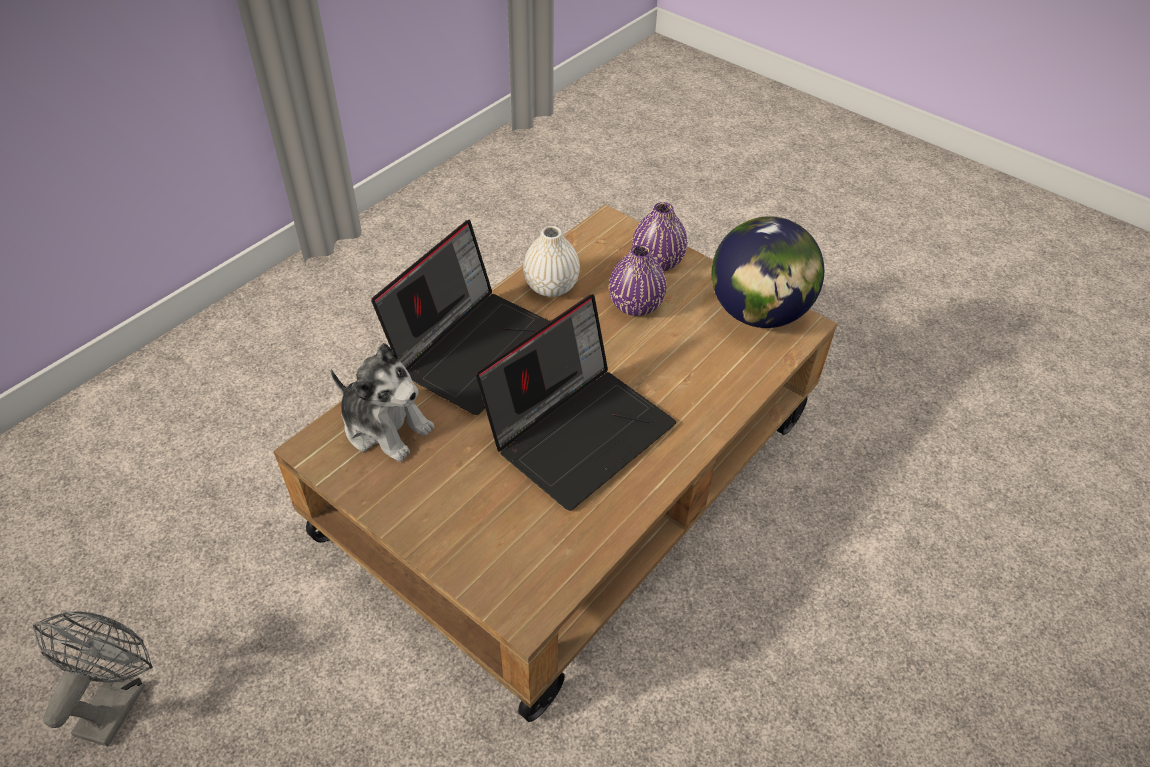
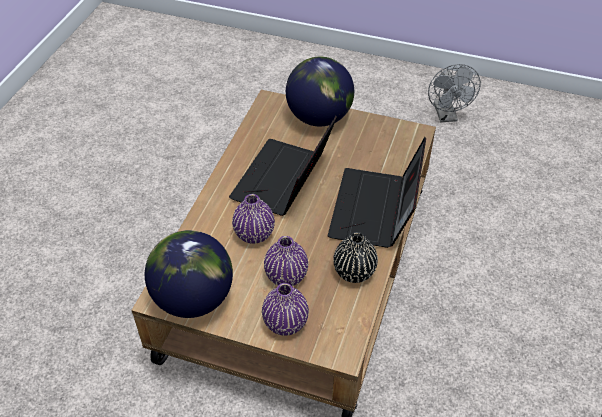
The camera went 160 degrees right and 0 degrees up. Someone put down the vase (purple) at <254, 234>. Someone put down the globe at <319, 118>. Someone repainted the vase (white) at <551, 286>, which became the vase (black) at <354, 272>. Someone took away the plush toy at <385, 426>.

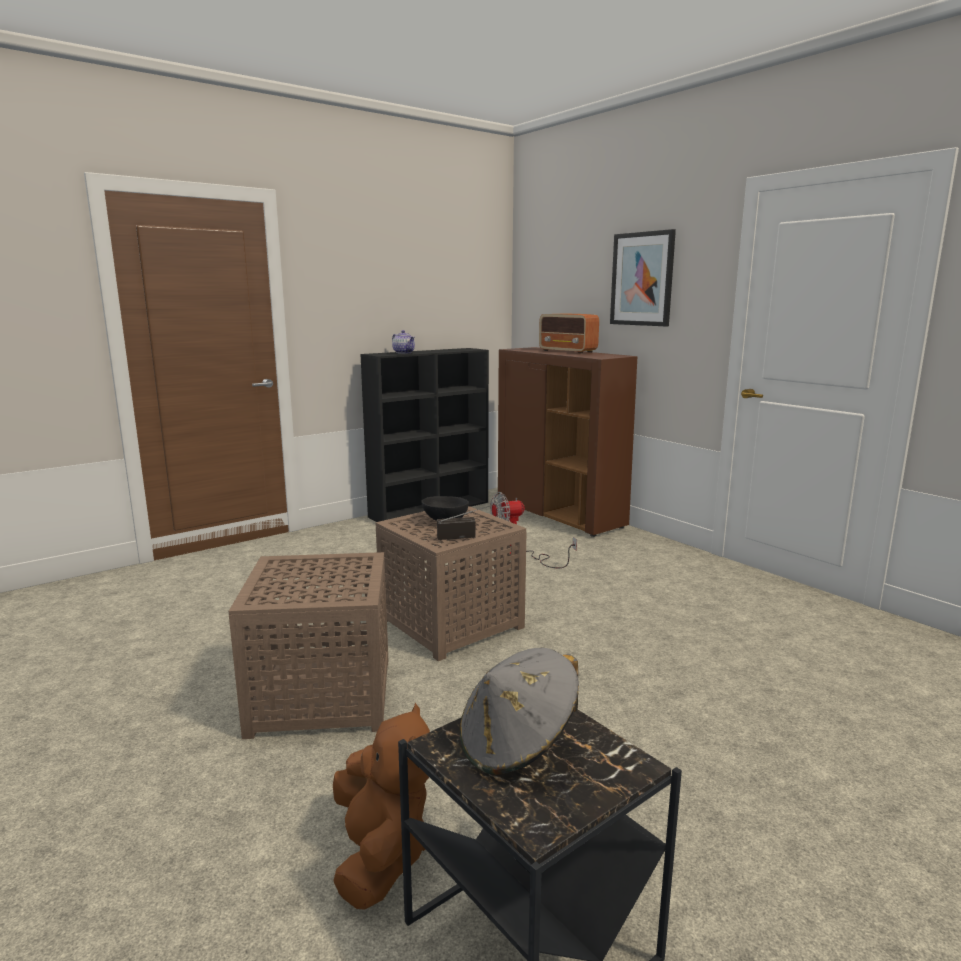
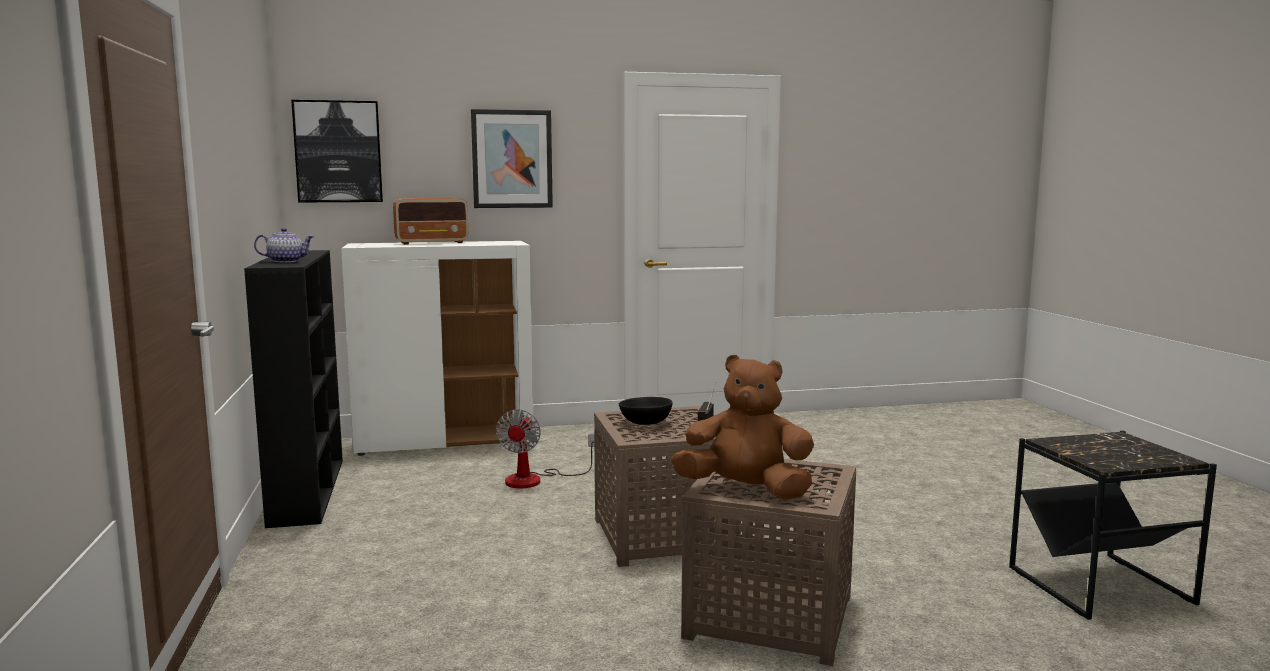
The camera went 65 degrees left and 5 degrees down. Someone put up the picture at <338, 152>. Someone repainted the cabinet (brown) at <560, 515>, which became the cabinet (white) at <446, 442>. Someone carried the plush toy (brown) from <380, 855> to <745, 491>. Someone took away the hat (grey) at <517, 744>.

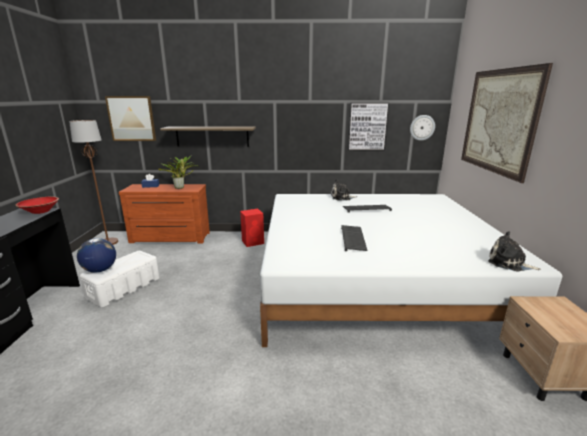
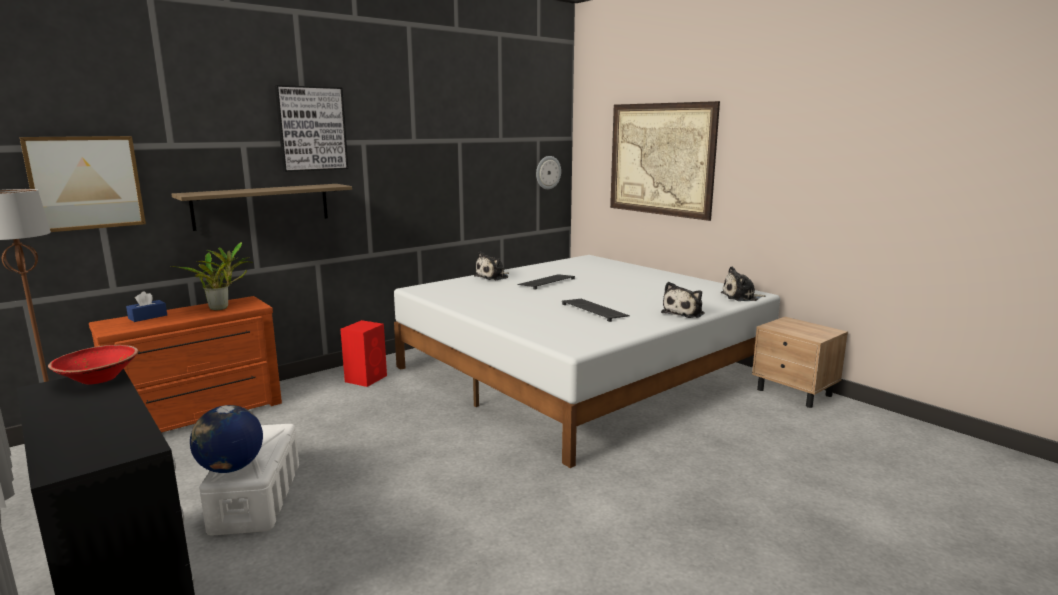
The camera went 40 degrees left and 5 degrees down. Someone carried the picture from <367, 126> to <312, 128>. Someone put down the plush toy at <684, 313>.

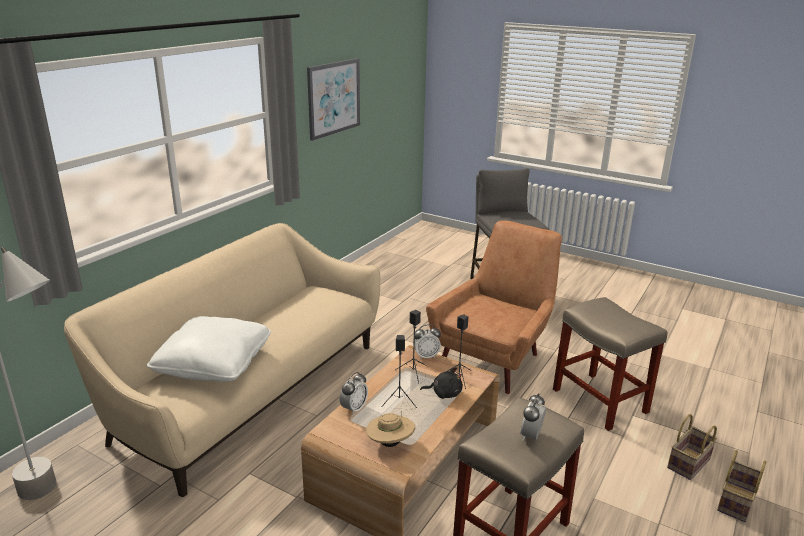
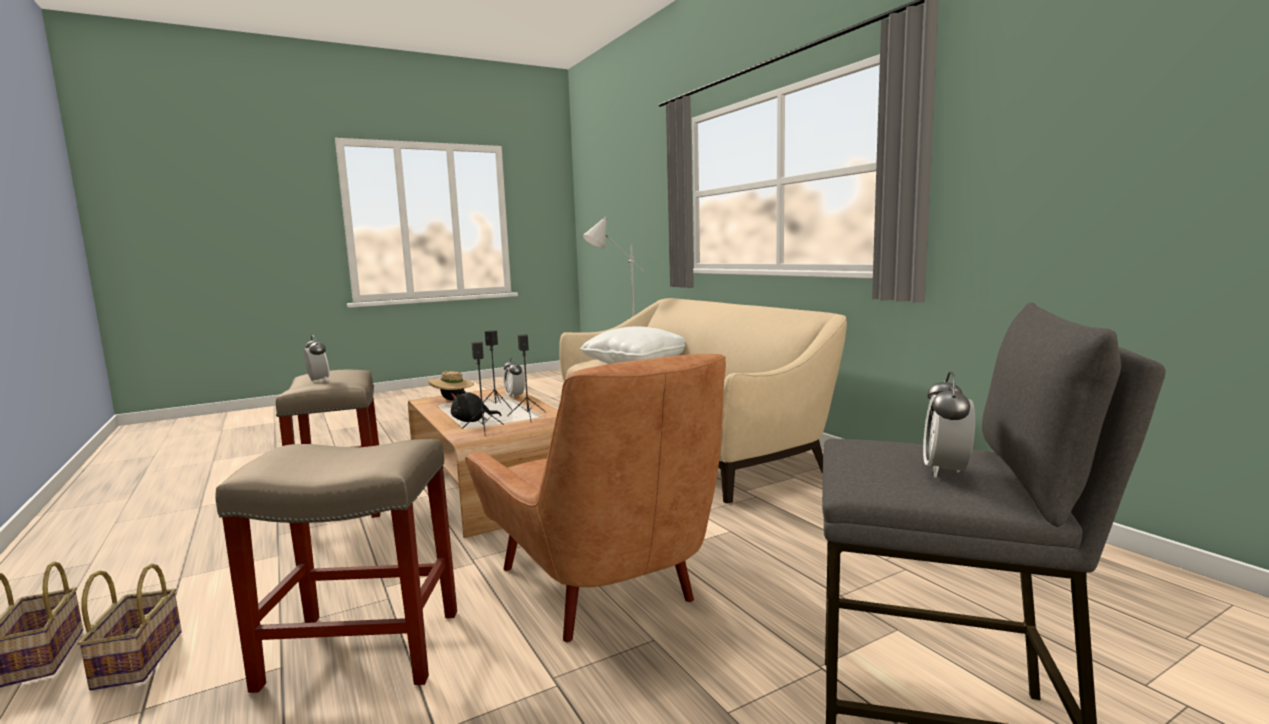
The camera went 120 degrees right and 15 degrees down. Someone rotated the plush toy (black) at <444, 393> by 45 degrees clockwise. Someone carried the alarm clock from <426, 356> to <945, 471>. Someone took away the picture at <334, 98>.

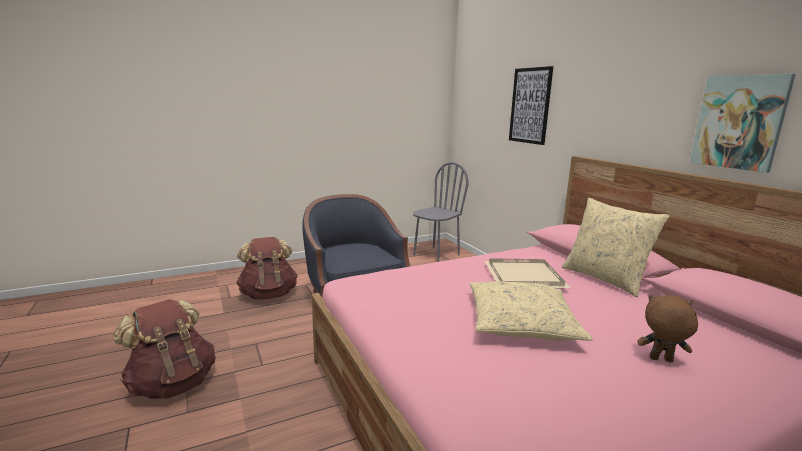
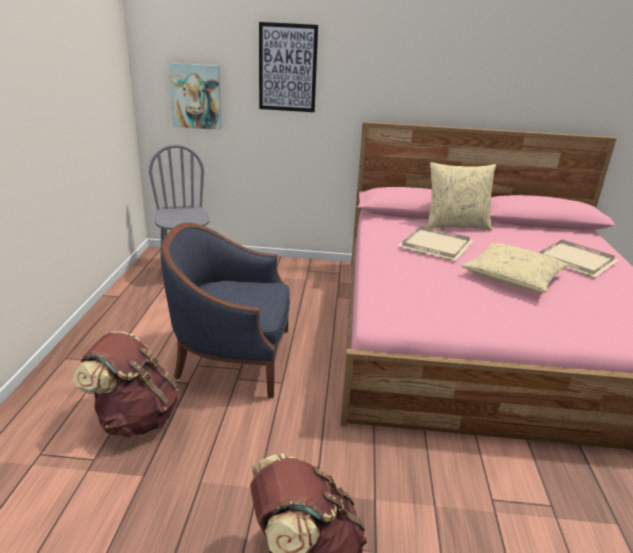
The camera went 60 degrees left and 10 degrees up. Someone carried the picture from <739, 122> to <196, 96>. Someone swapped the plush toy (brown) at <660, 360> for the tray (beige) at <576, 261>.

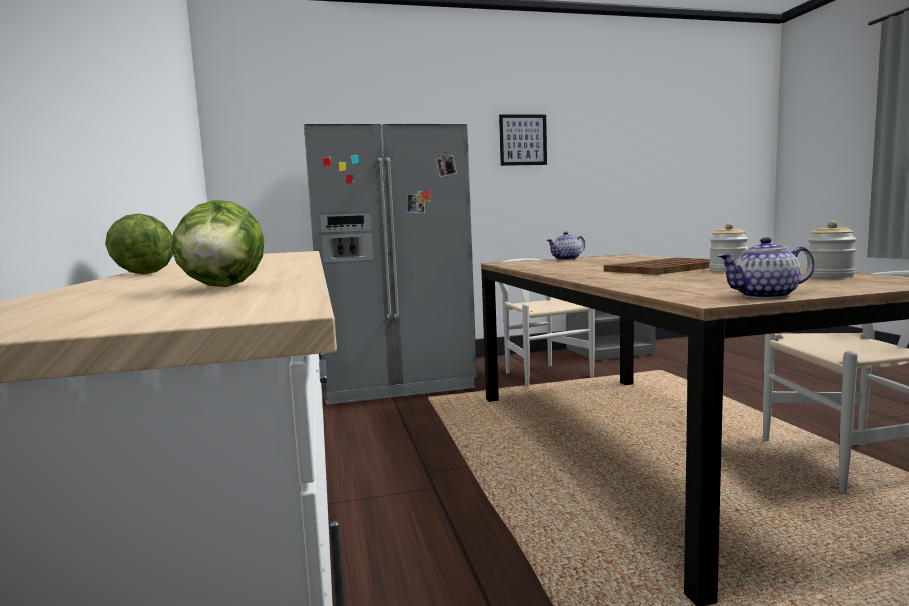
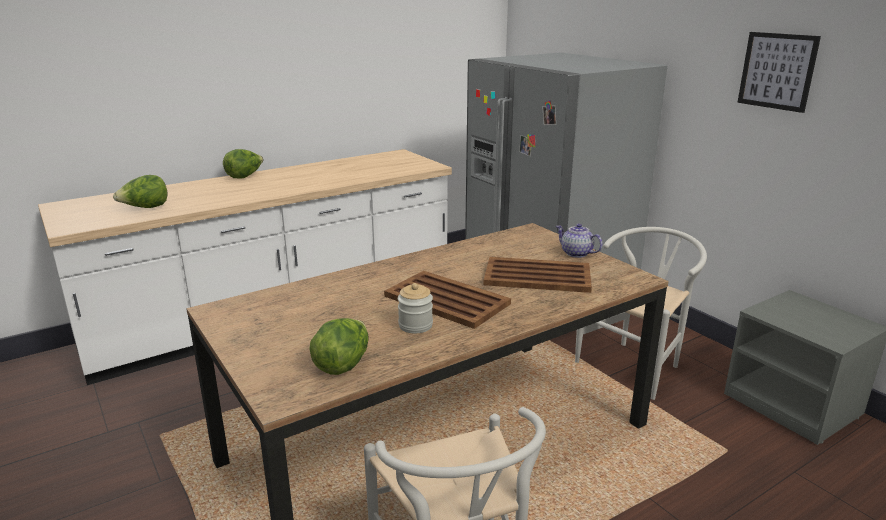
The camera went 70 degrees right and 15 degrees up. Someone swapped the jar at <829, 276> for the lettuce at <343, 364>. Someone put down the tray (brown) at <536, 276>. Someone took away the teapot at <764, 296>.

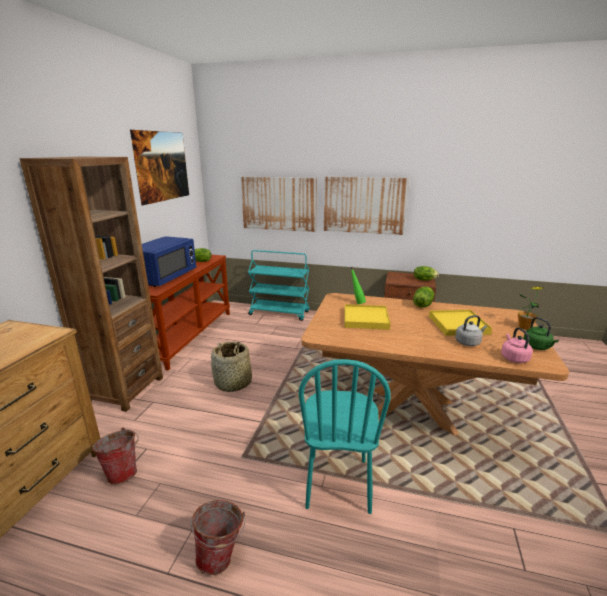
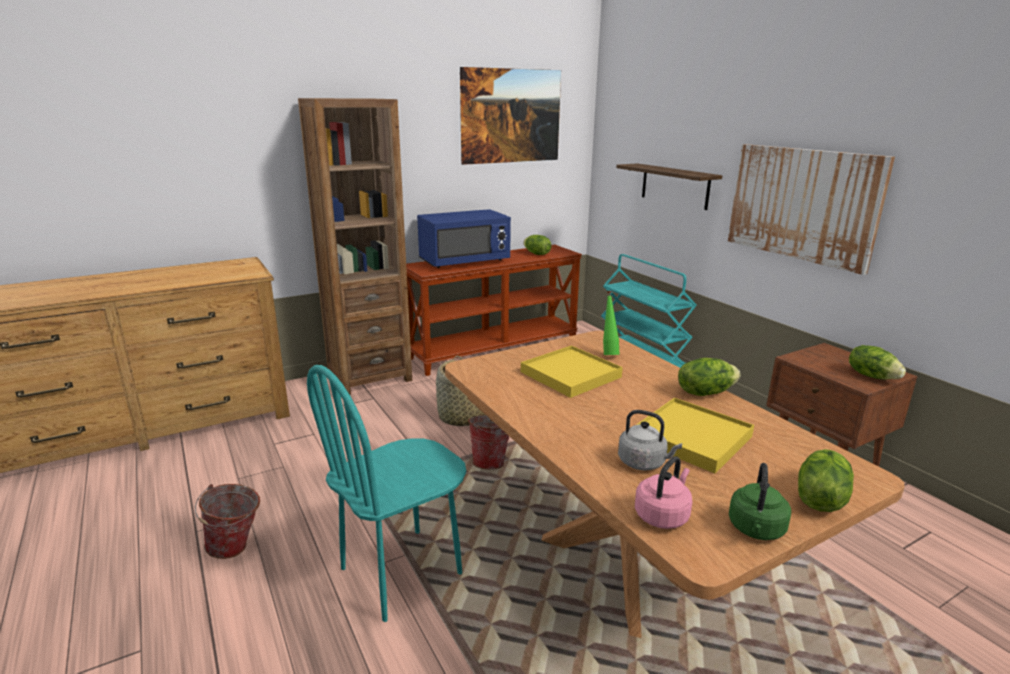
The camera went 45 degrees right and 0 degrees up. Someone carried the bucket from <122, 472> to <491, 462>. Someone swapped the picture at <279, 204> for the shelf at <674, 186>. Someone swapped the potted plant at <524, 327> for the lettuce at <819, 498>.

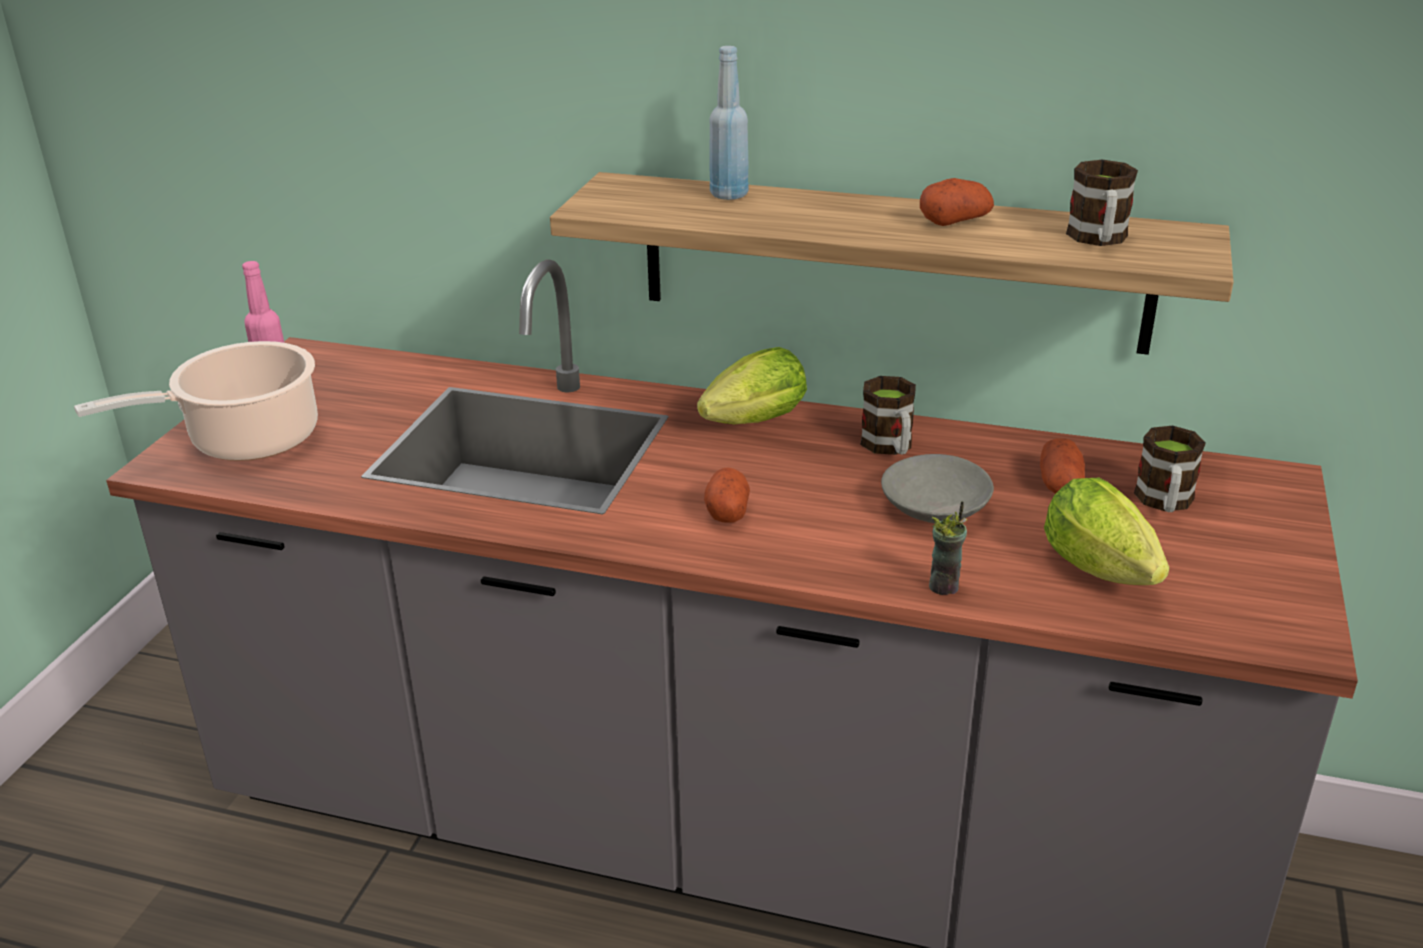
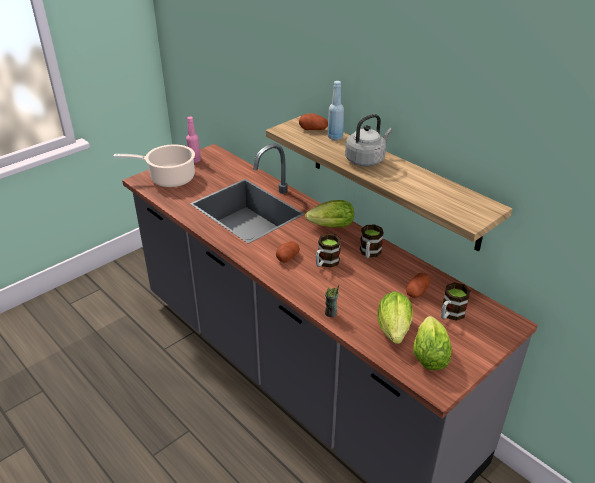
The camera went 30 degrees right and 5 degrees up. Someone carried the potato from <955, 221> to <313, 129>. Someone carried the mug from <1098, 239> to <325, 263>. Someone put down the kettle (grey) at <366, 160>. Someone put down the lettuce at <429, 353>. Someone took away the bowl (grey) at <935, 508>.

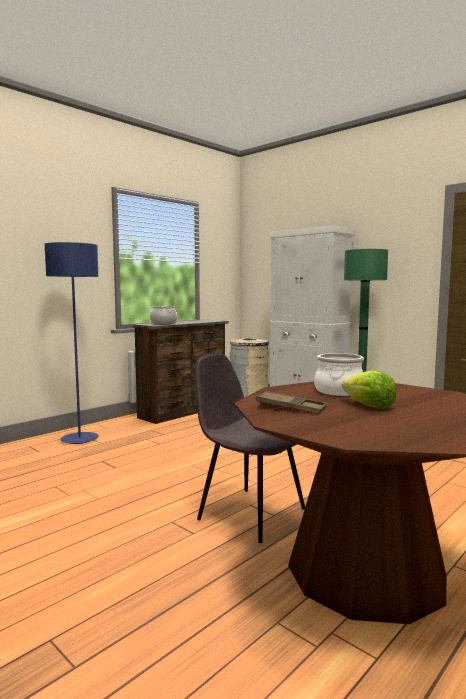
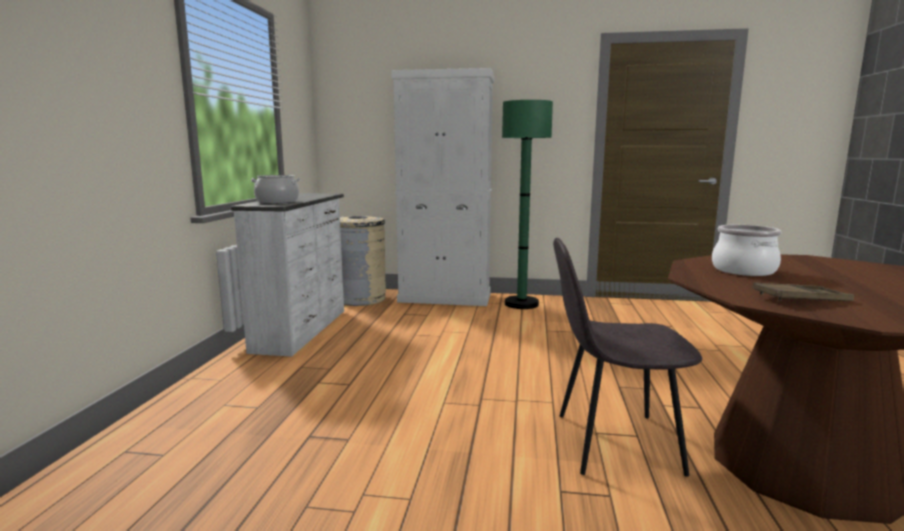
The camera went 35 degrees left and 5 degrees up. Someone repainted the dresser (brown) at <184, 412>, which became the dresser (white) at <303, 330>. Someone took away the floor lamp (blue) at <79, 439>. Someone took away the lettuce at <368, 406>.

